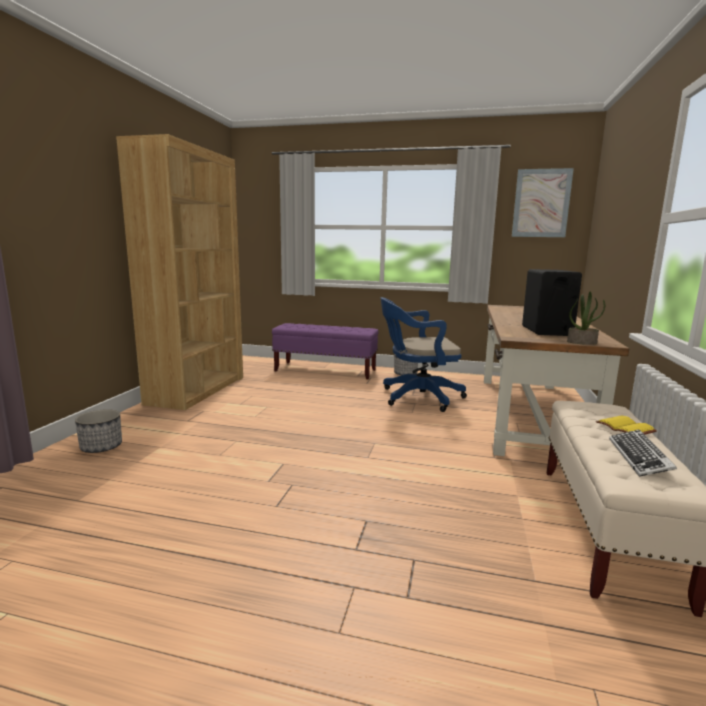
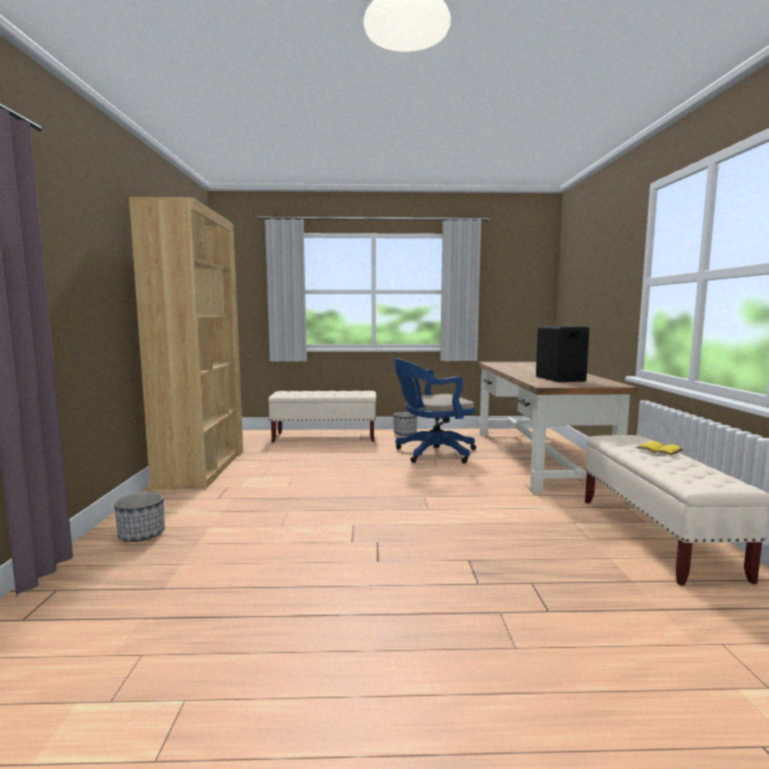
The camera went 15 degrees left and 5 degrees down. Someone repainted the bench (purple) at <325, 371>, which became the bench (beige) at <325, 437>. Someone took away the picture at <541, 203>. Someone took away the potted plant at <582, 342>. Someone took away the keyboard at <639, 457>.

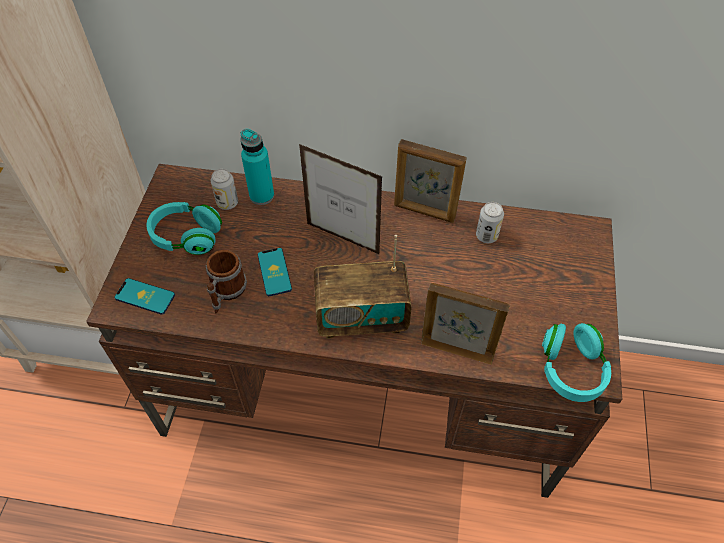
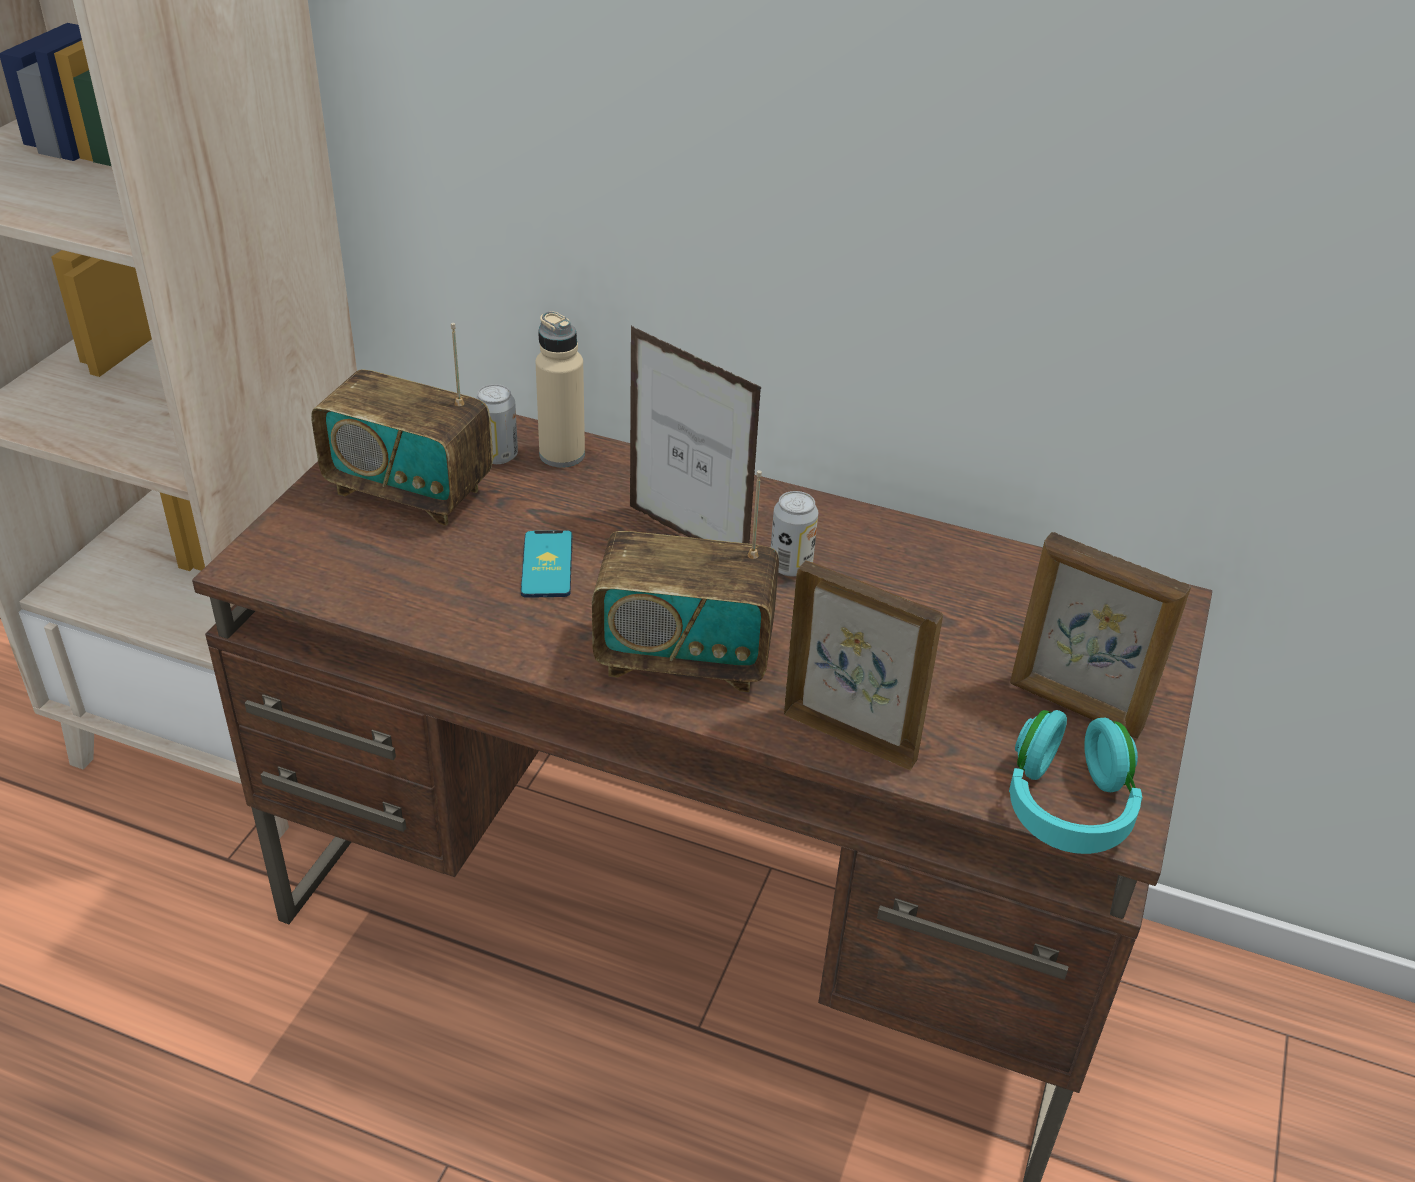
The camera went 10 degrees right and 15 degrees down. Someone swapped the headphones (turquoise) at <187, 237> for the radio at <410, 491>. Someone repainted the bottle (turquoise) at <262, 195>, which became the bottle (beige) at <562, 455>. Someone carried the can from <486, 236> to <790, 566>. Someone carried the picture frame from <424, 212> to <1075, 707>. Someone took away the phone at <145, 296>. Someone took away the mug at <226, 293>.

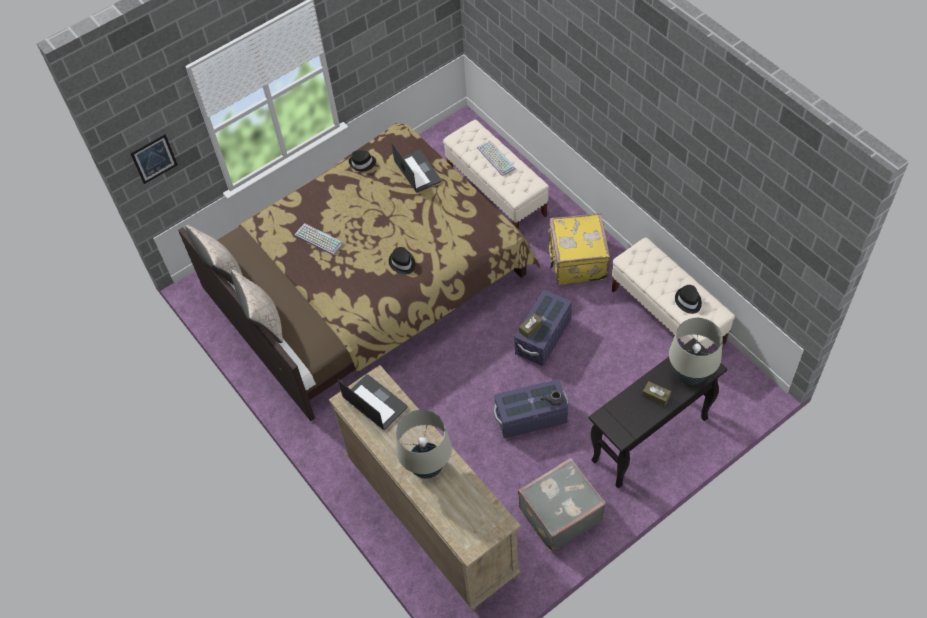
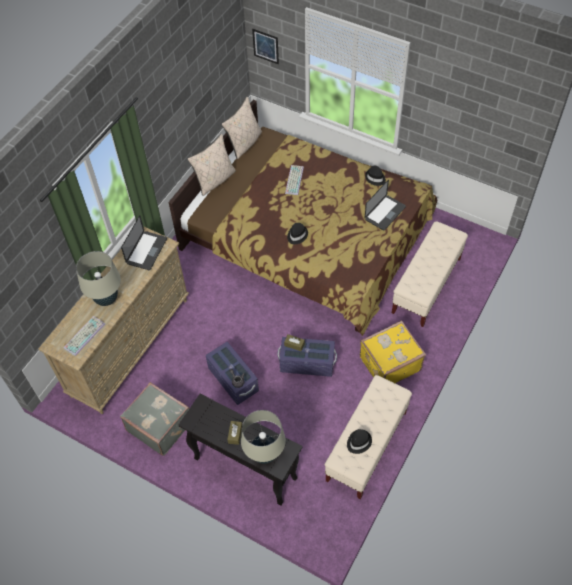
The camera went 65 degrees right and 0 degrees up. Someone carried the keyboard from <495, 158> to <84, 335>.

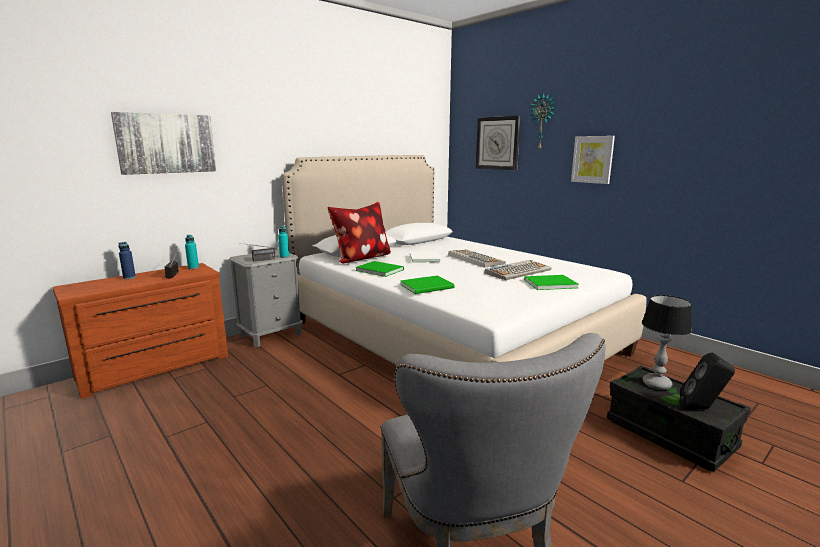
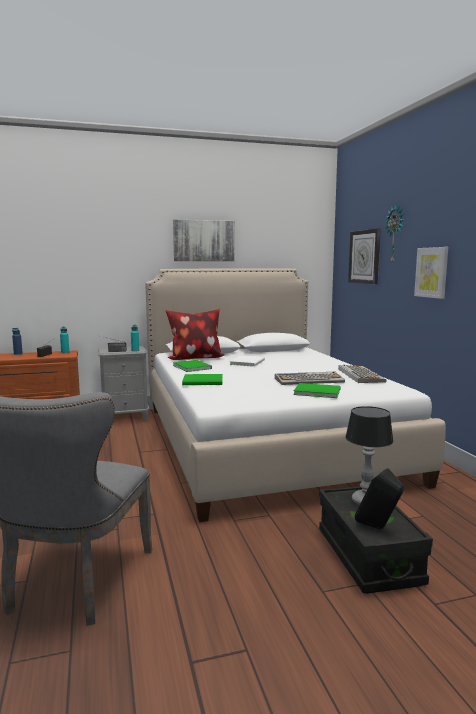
The camera went 25 degrees right and 5 degrees down. Someone carried the picture from <166, 143> to <204, 241>. Someone carried the keyboard from <475, 259> to <360, 375>.

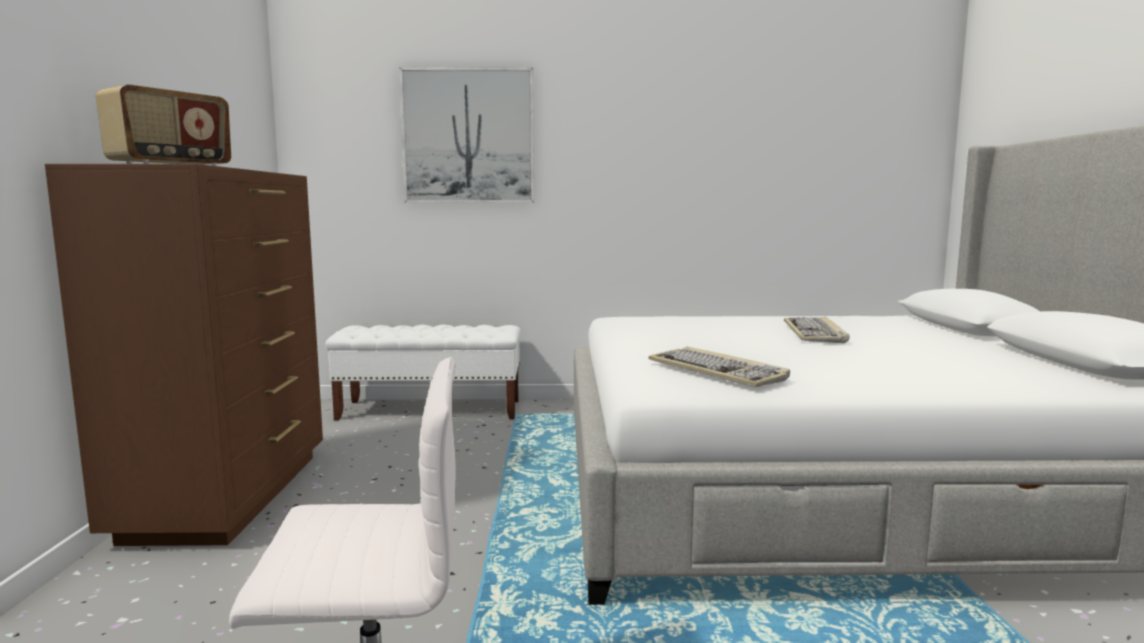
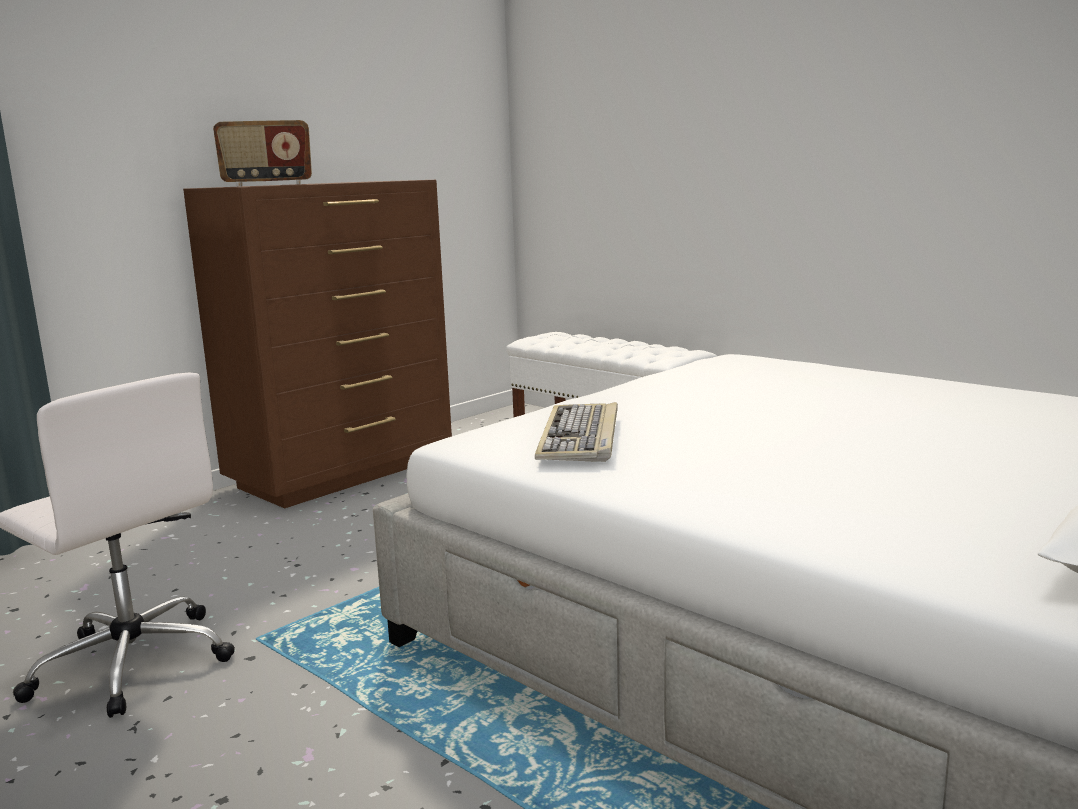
The camera went 45 degrees right and 5 degrees up. Someone took away the picture at <468, 136>. Someone took away the keyboard at <815, 333>.

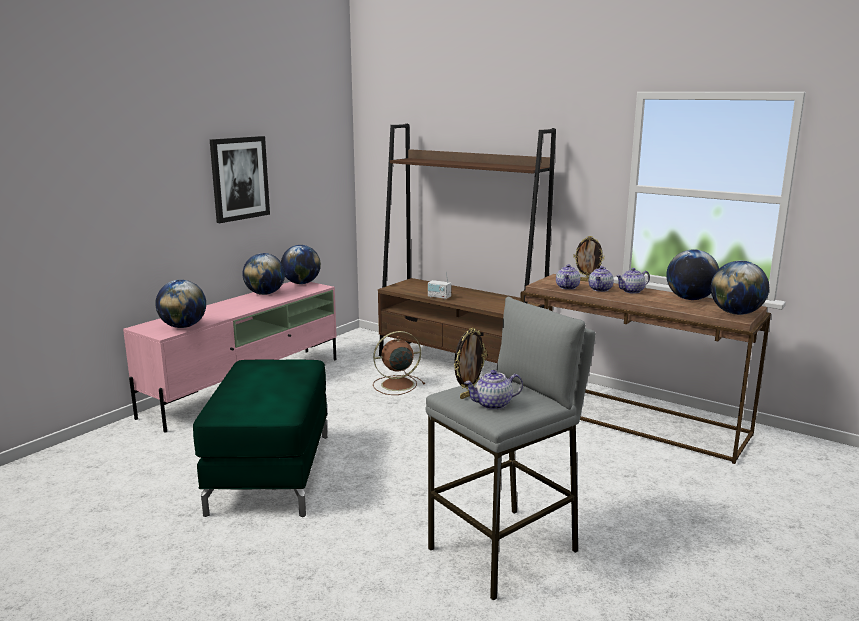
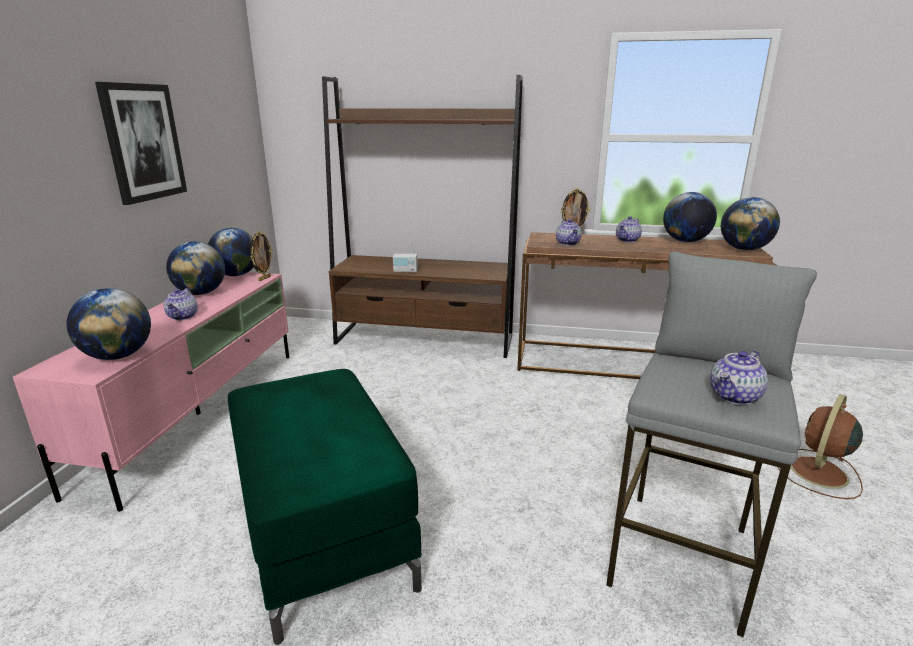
The camera went 25 degrees left and 5 degrees up. Someone carried the teapot from <600, 289> to <183, 317>. Someone carried the picture frame from <468, 395> to <264, 278>. Someone carried the fan (brown) from <396, 385> to <818, 473>.

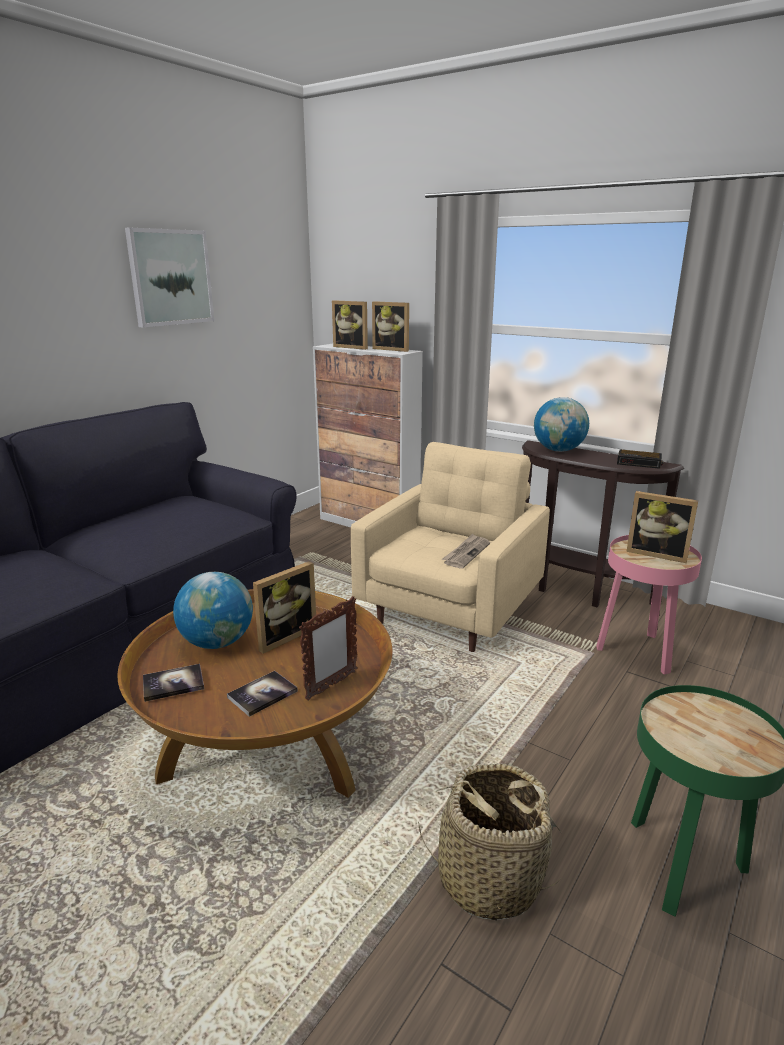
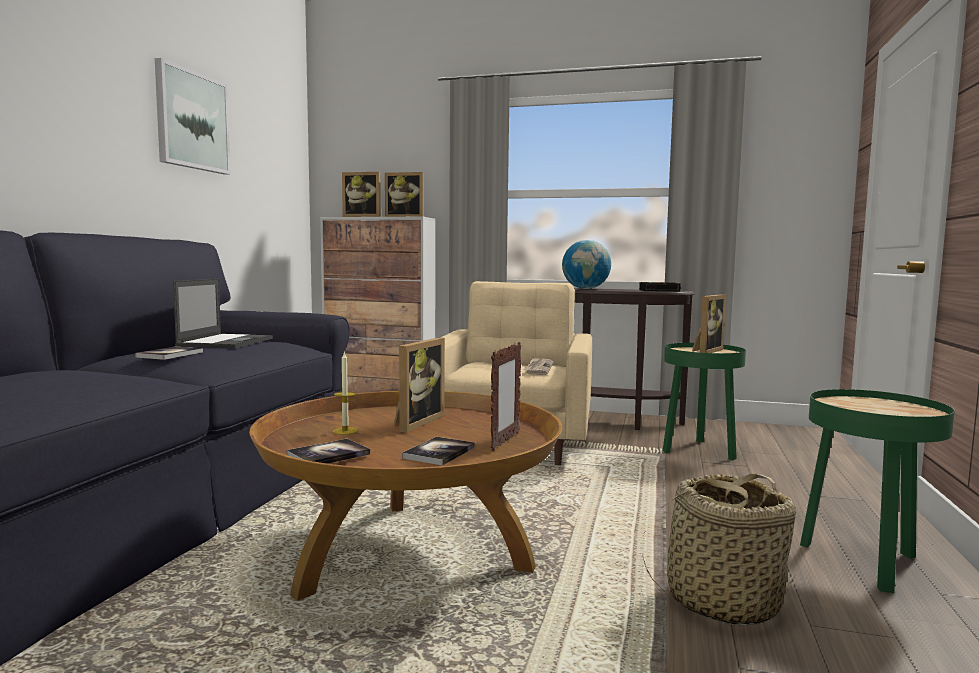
The camera went 20 degrees left and 15 degrees down. Someone put down the book at <170, 354>. Someone put down the laptop at <226, 342>. Someone swapped the globe at <217, 642> for the candle at <345, 431>. Someone repainted the side table (pink) at <638, 651>, which became the side table (green) at <699, 450>. Someone rotated the picture frame at <657, 553> by 60 degrees counterclockwise.

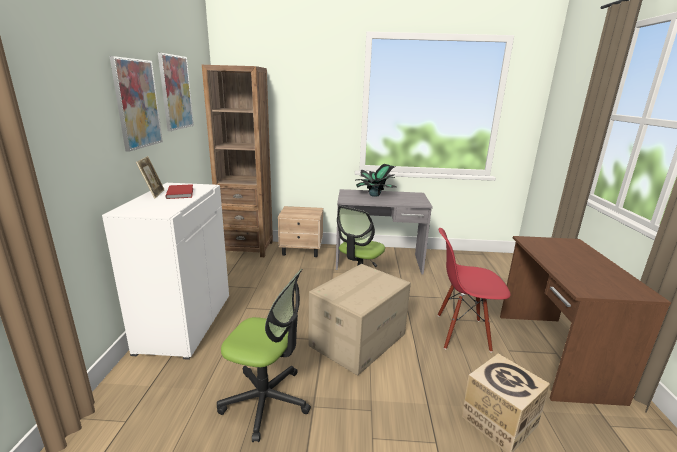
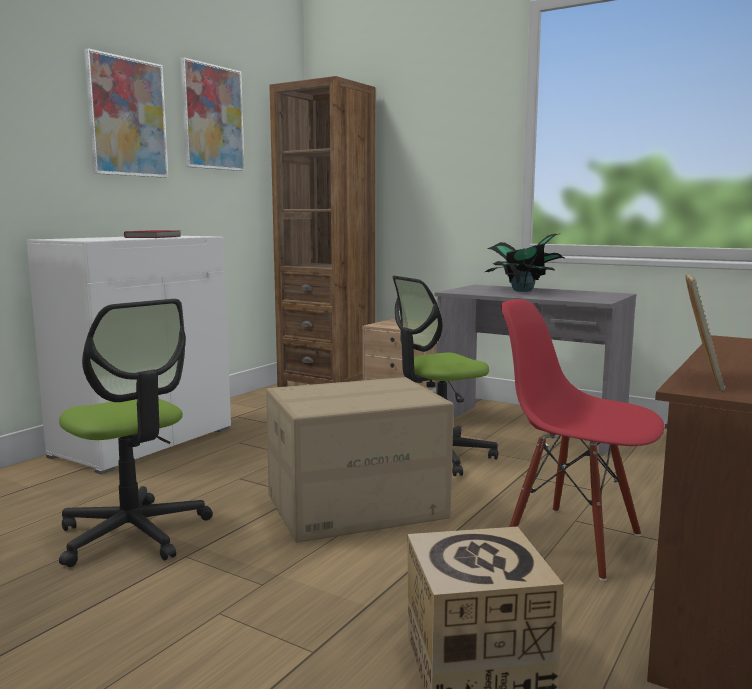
The camera went 30 degrees right and 10 degrees down. Someone carried the picture frame from <153, 194> to <699, 379>.

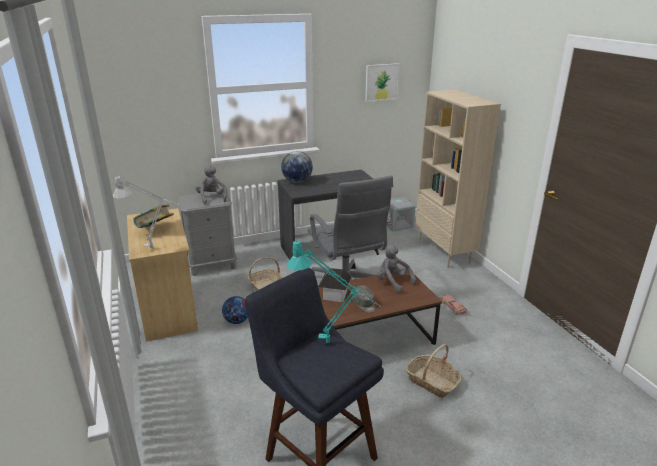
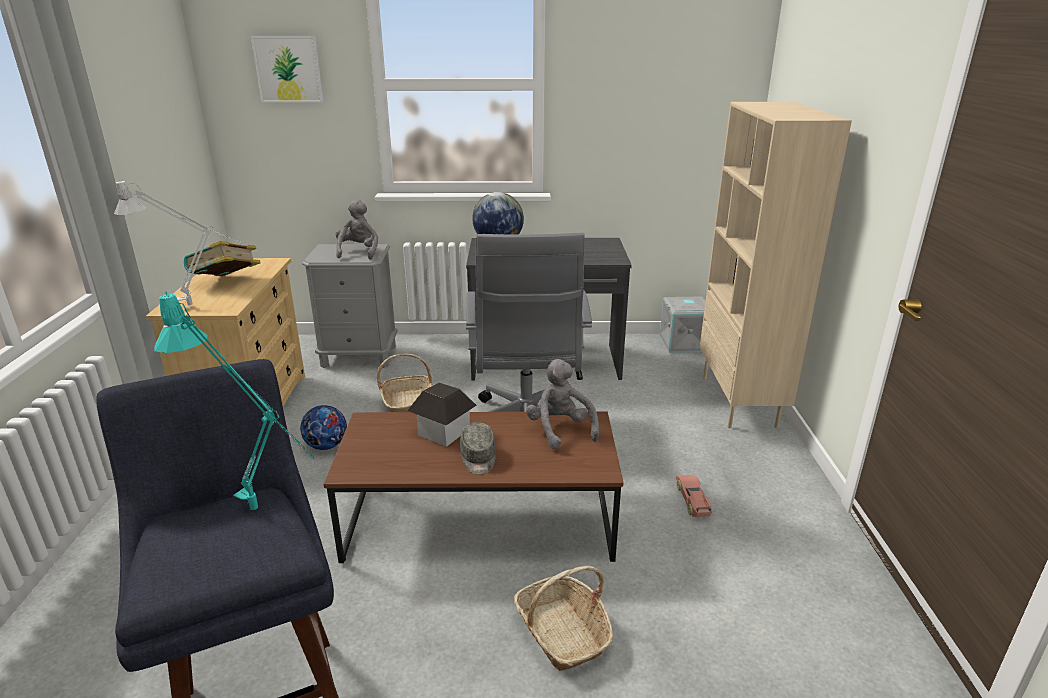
The camera went 20 degrees right and 0 degrees up. Someone carried the picture from <381, 82> to <288, 69>.

